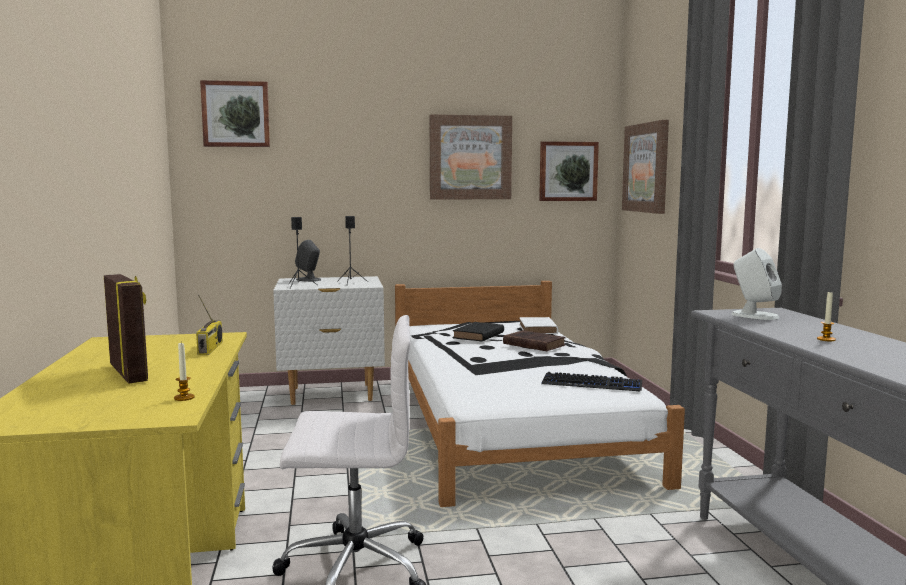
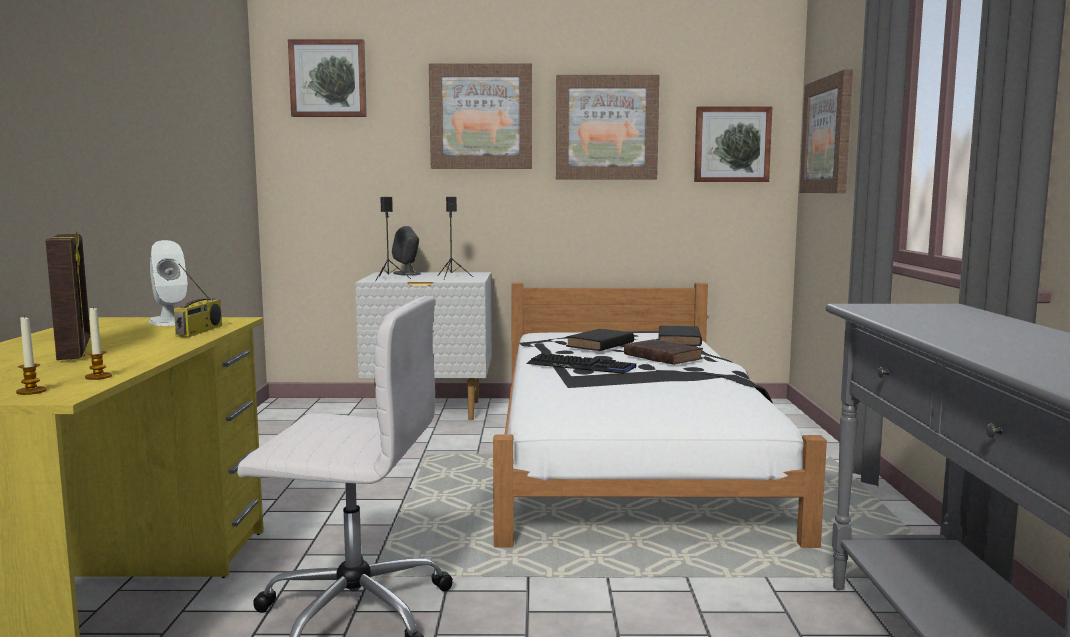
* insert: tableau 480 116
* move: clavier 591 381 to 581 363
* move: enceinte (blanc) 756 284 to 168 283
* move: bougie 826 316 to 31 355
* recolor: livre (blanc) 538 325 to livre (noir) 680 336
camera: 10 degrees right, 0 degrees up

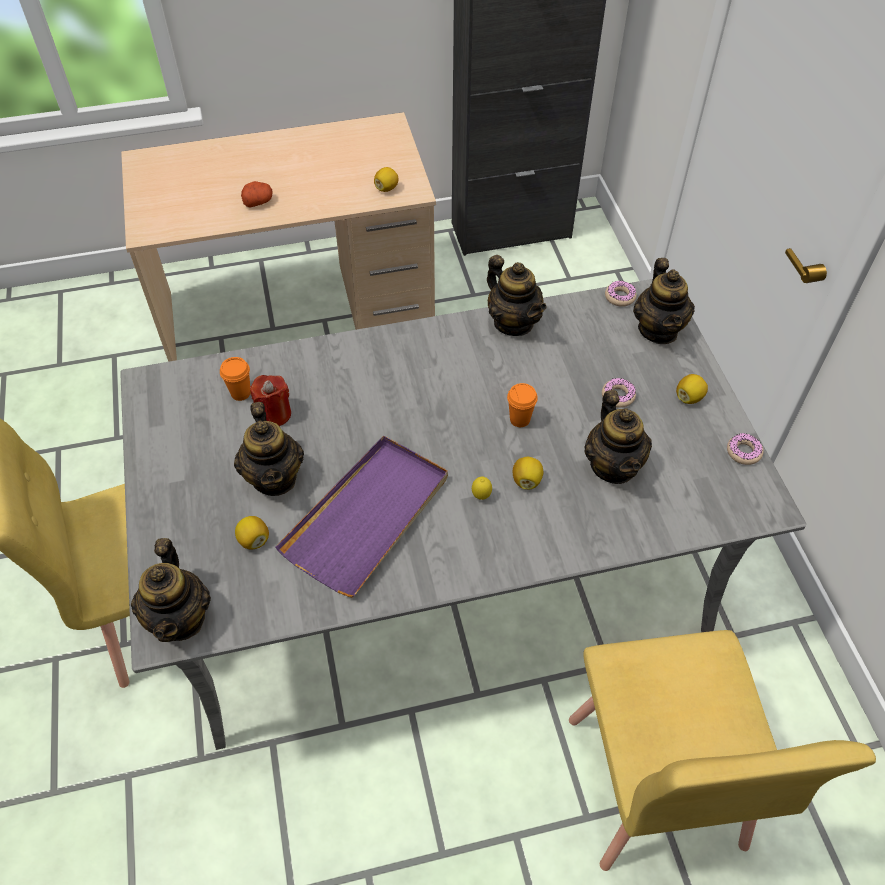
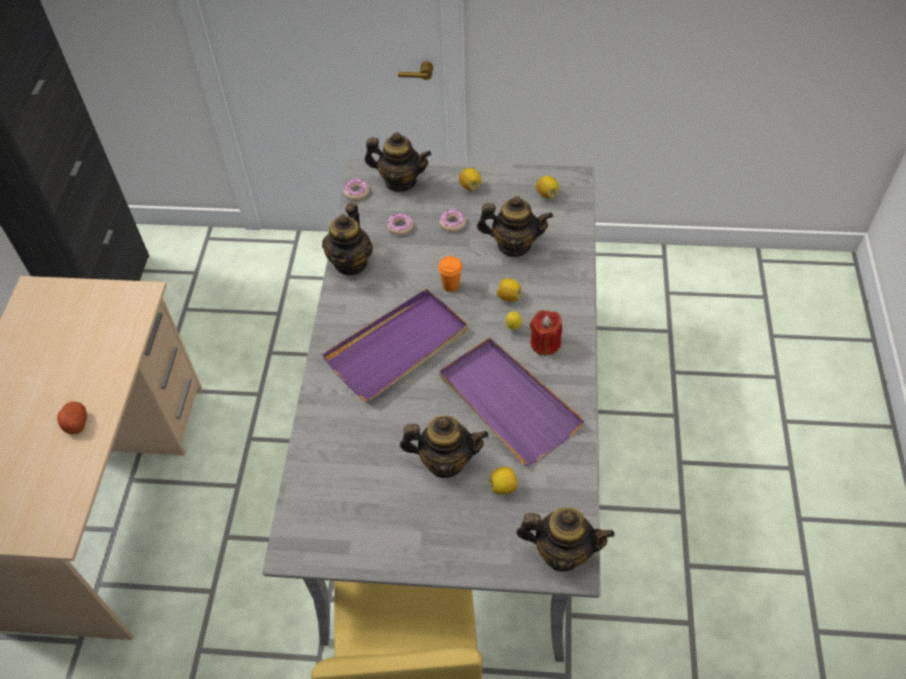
* delete: tasse (orange) 235 379
* delete: chaise (jaune) 722 750
* insert: plateau (violet) 395 345
* move: bougie (rouge) 270 400 to 546 332
* move: citron 386 179 to 547 187
* move: beignet 745 449 to 400 224
* rotate: théière 517 295 = 347 239 120 degrees clockwise
camera: 70 degrees left, 0 degrees up

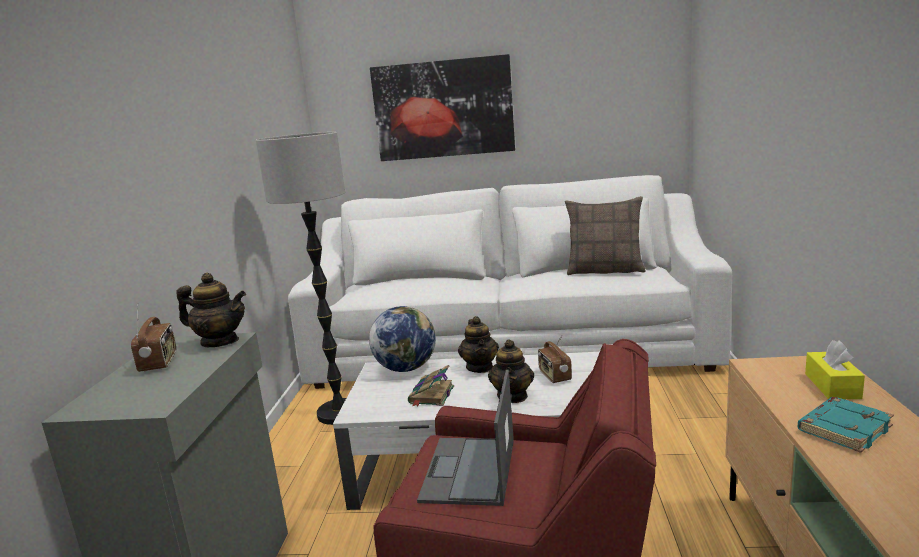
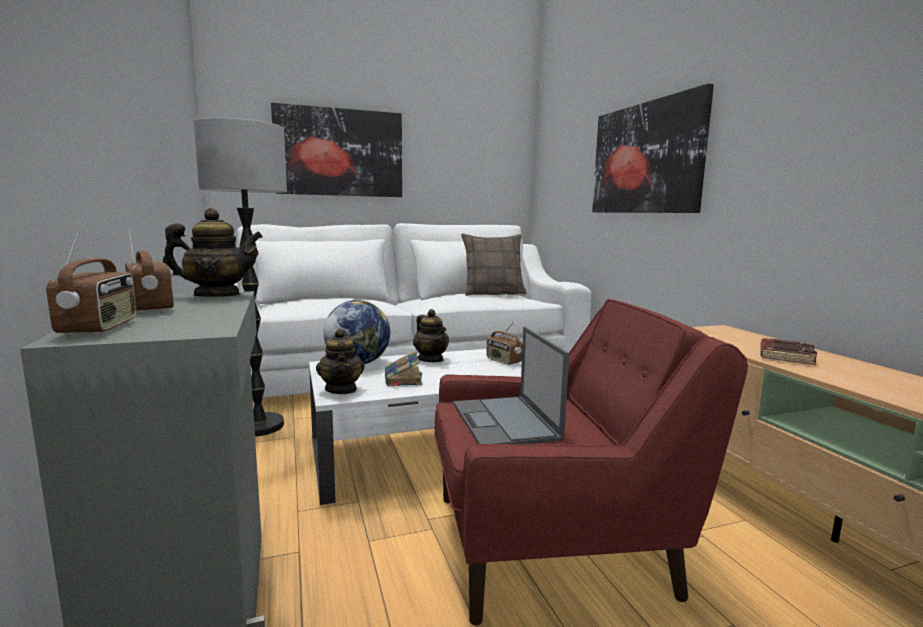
* delete: boîte à mouchoirs (jaune) 835 369
* insert: radio 91 282
* insert: tableau 653 148
* move: théière 511 371 to 340 361
* recolor: livre (turquoise) 846 425 to livre (marron) 789 351
camera: 25 degrees left, 5 degrees down

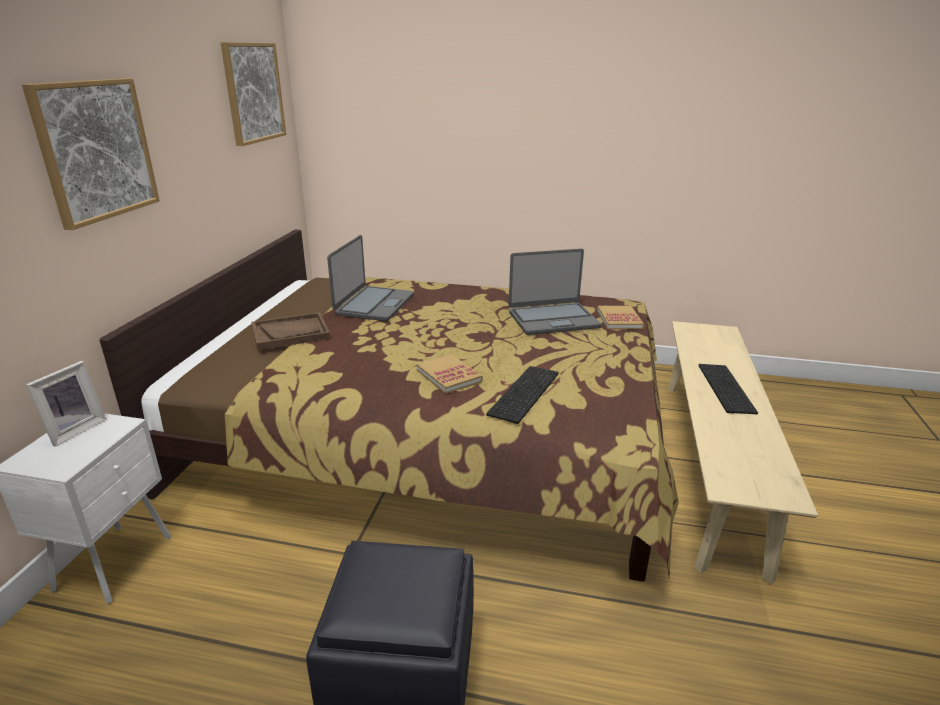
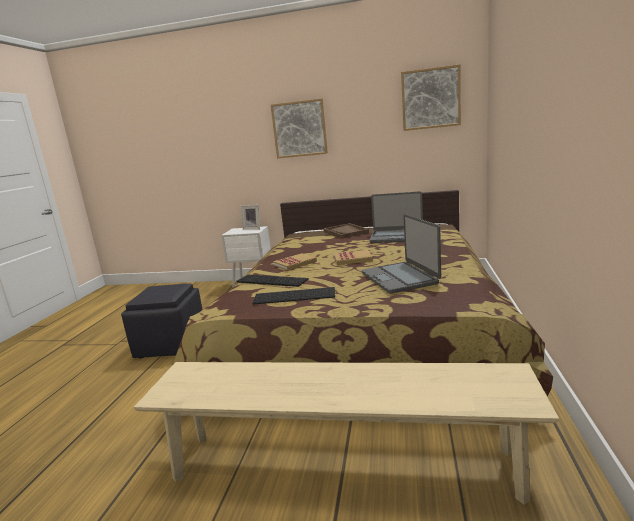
* move: livre 620 318 to 353 257
* move: clavier 728 389 to 294 296
camera: 90 degrees right, 10 degrees down

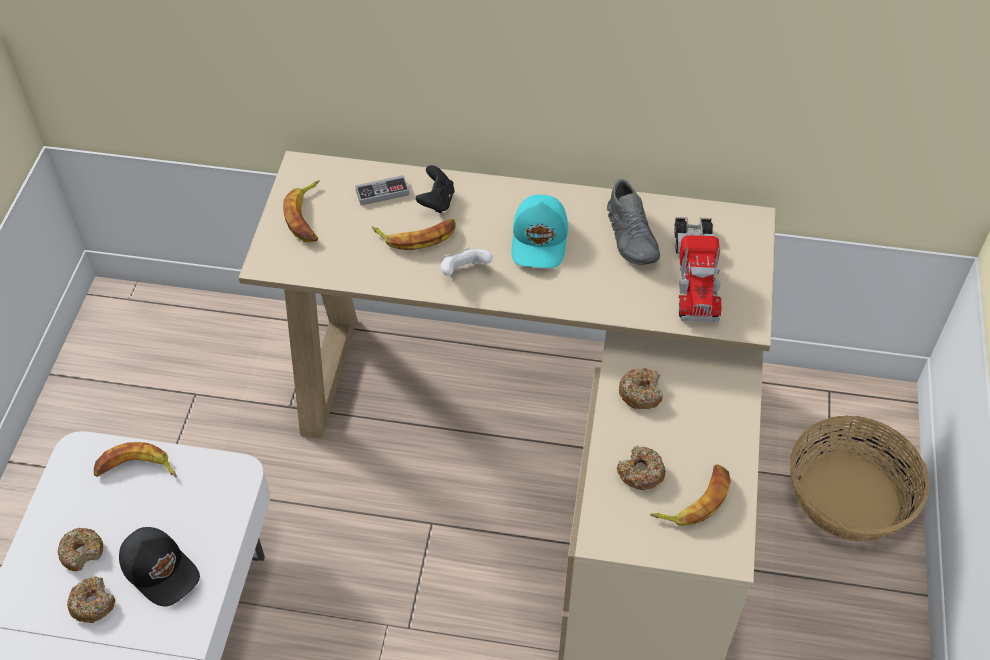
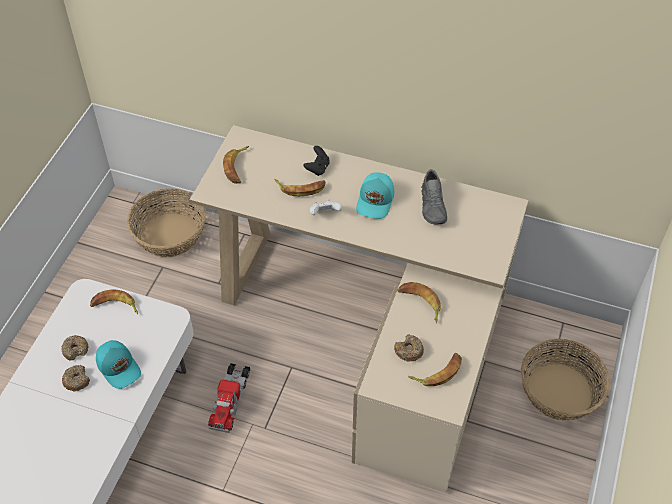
* delete: manette 382 190
* insert: panier 166 222
* move: camion jouet 697 269 to 229 398
* replace: beignet 641 388 to banane 419 302
* recolor: casquette (noir) 159 566 to casquette (turquoise) 118 364
camera: 10 degrees right, 0 degrees up

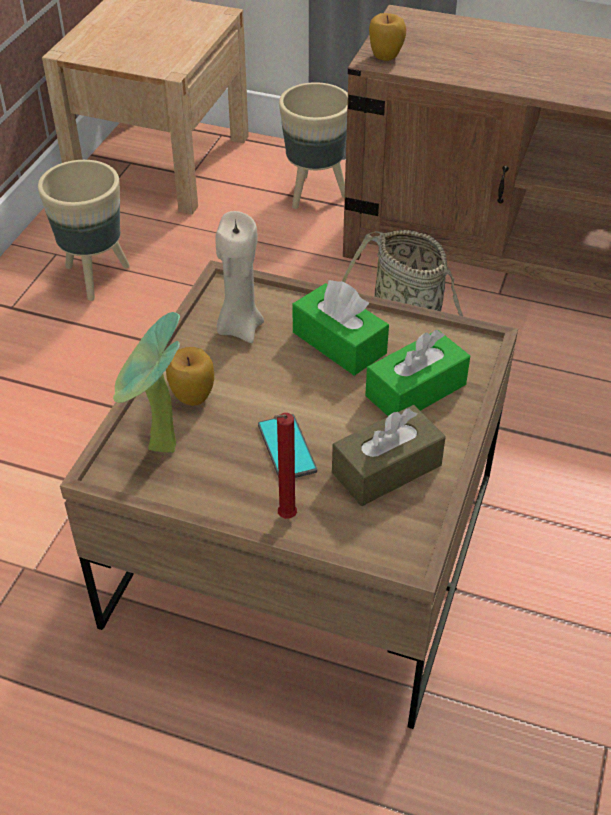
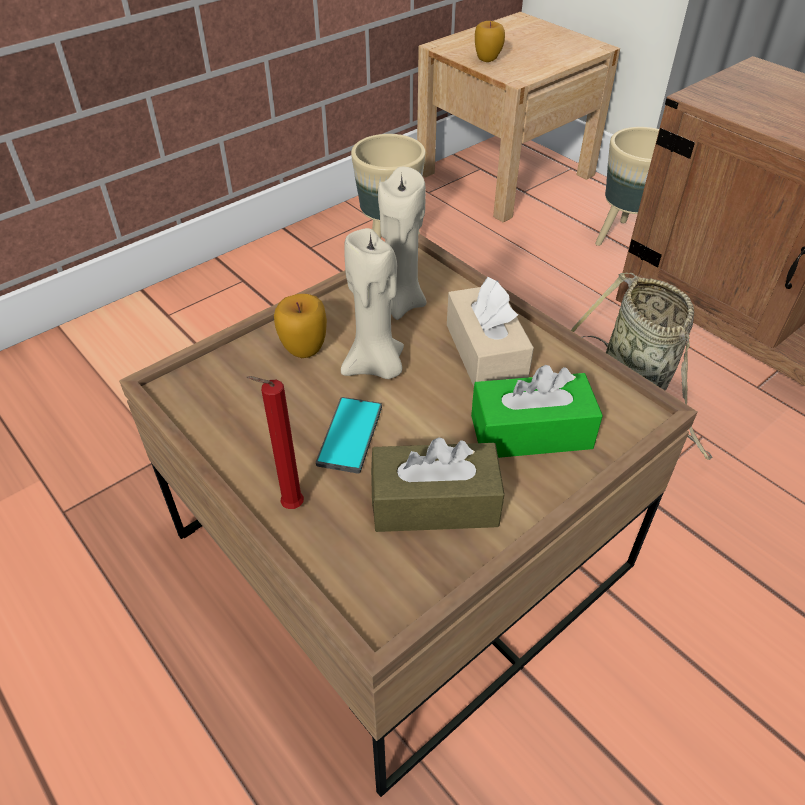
* delete: plante en pot 146 382
* insert: bougie (beige) 372 303
* move: pomme 387 37 to 490 41
* recolor: boîte à mouchoirs (vert) 340 328 to boîte à mouchoirs (beige) 490 331
camera: 30 degrees right, 0 degrees up

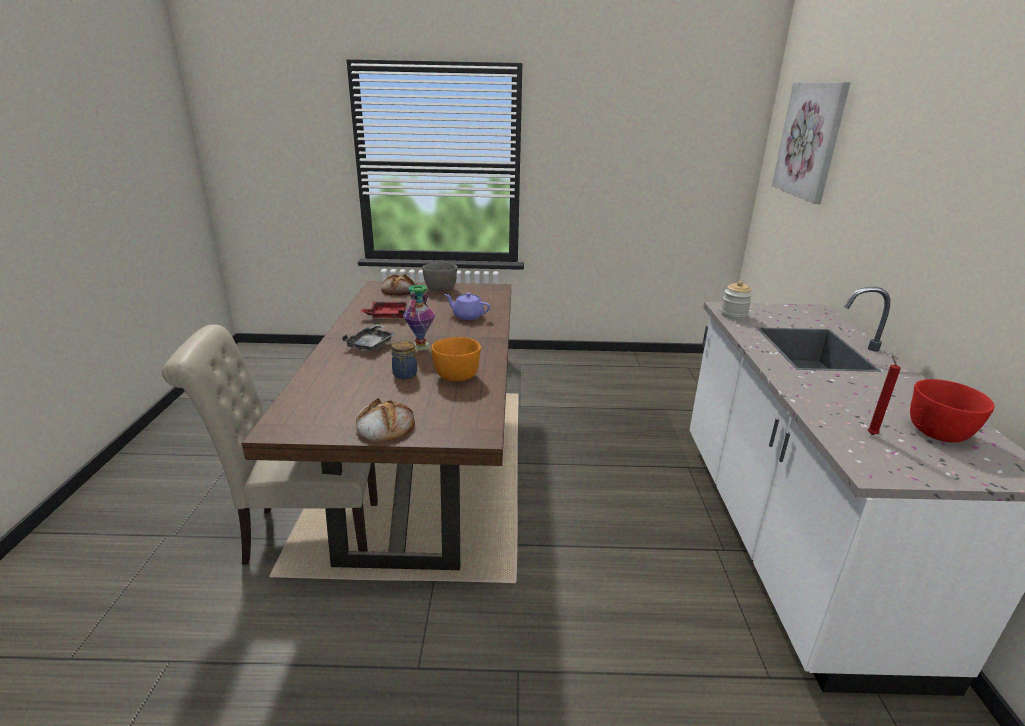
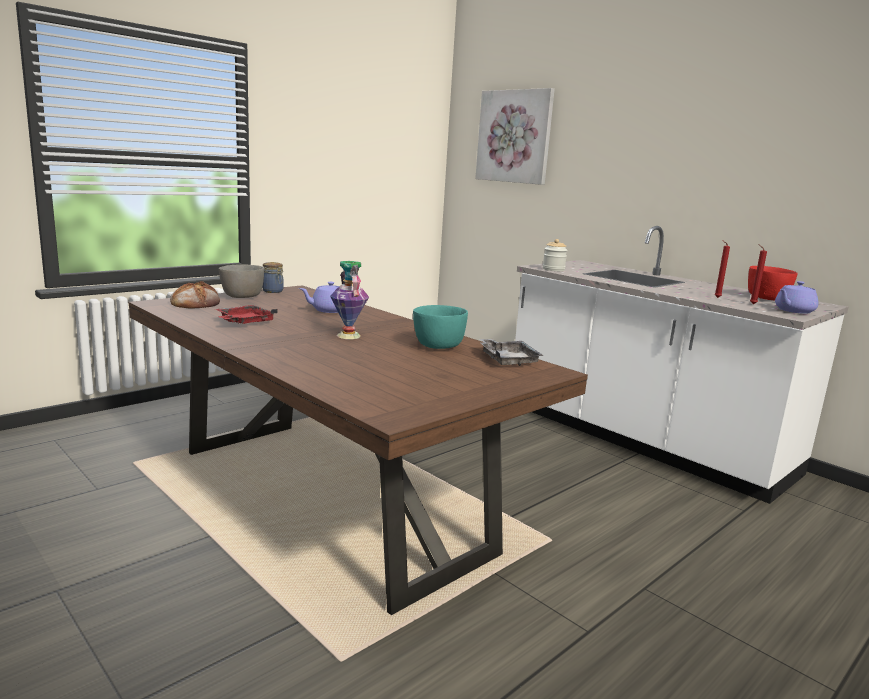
* delete: chaise (beige) 270 444
* delete: pain 385 419
* insert: bougie (rouge) 722 269
* insert: théière (violet) 797 297
* move: plateau (gris) 369 337 to 511 352
* move: bocal 404 360 to 273 277
* recolor: bol (orange) 456 359 to bol (turquoise) 440 327
camera: 45 degrees left, 10 degrees down

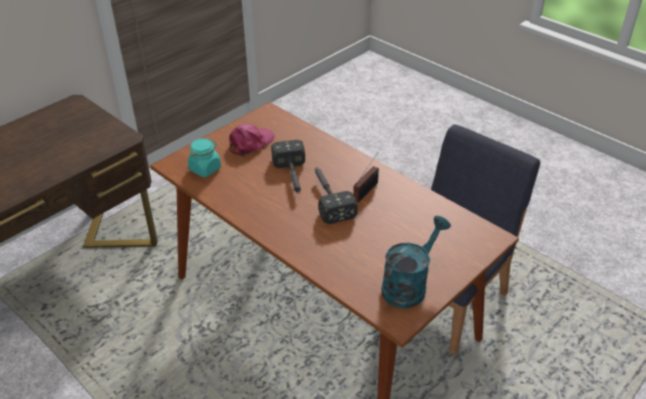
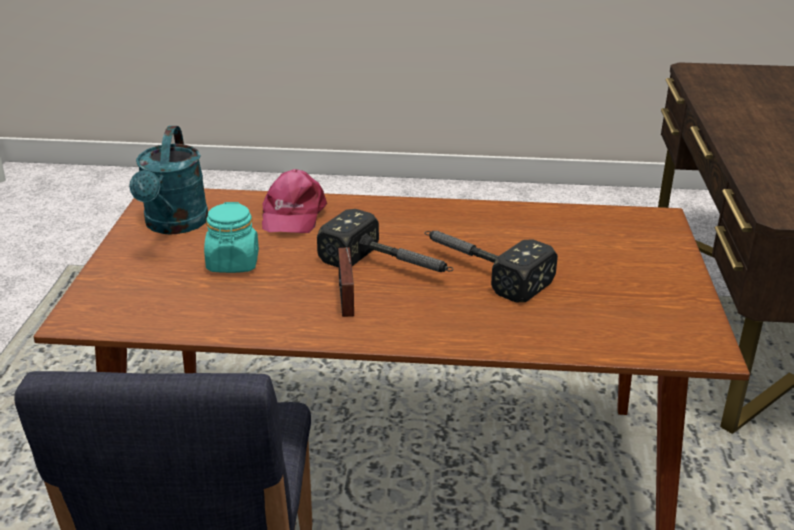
* move: bocal (turquoise) 204 157 to 231 237
* move: casquette (rose) 252 140 to 294 201
camera: 140 degrees right, 10 degrees down

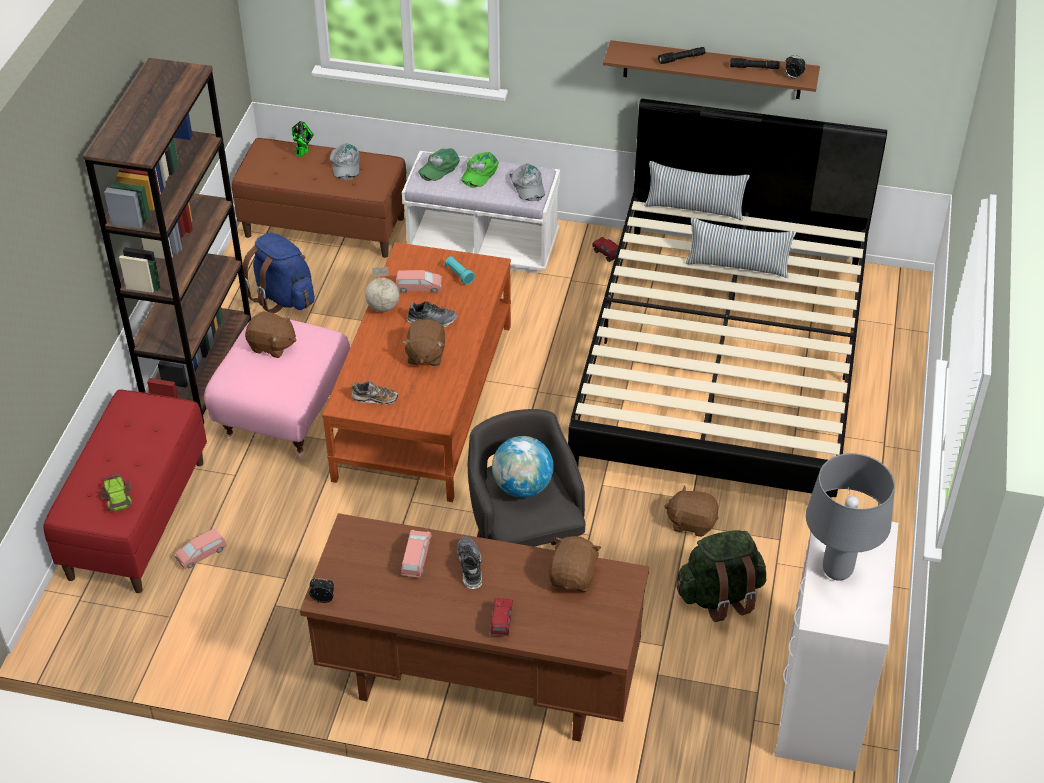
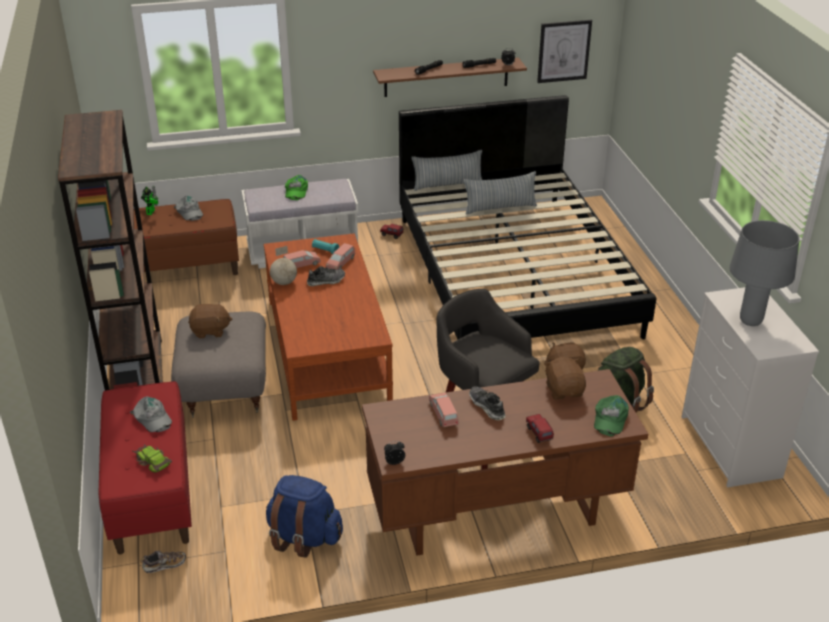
* delete: peluche (marron) 423 342
* delete: globe 523 467
* insert: tableau 564 51
* move: petite voiture (rose) 200 549 to 340 256
* move: sac à dos (bleu) 279 273 to 304 516
* move: chaussure 374 393 to 163 561
* move: casquette (vert) 439 164 to 611 415
* move: casquette (gris) 527 182 to 151 414
* recolor: pouf (rose) 277 389 to pouf (gris) 218 365
camera: 25 degrees left, 10 degrees down

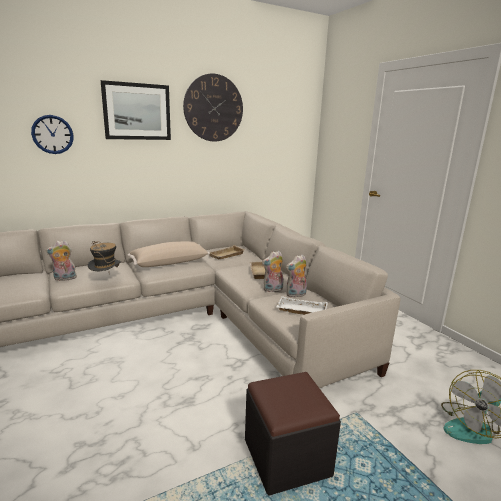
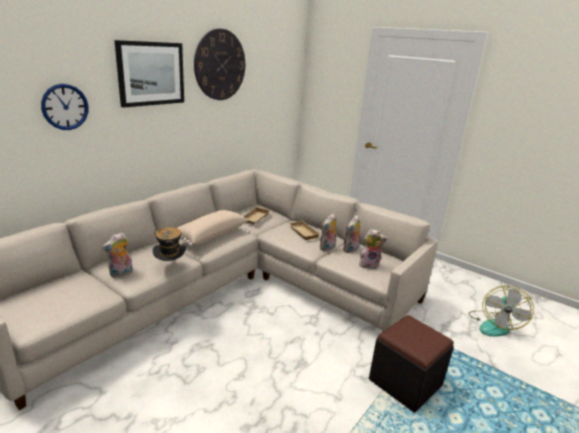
* replace: plateau (blanc) 302 305 to peluche 373 249
camera: 25 degrees left, 5 degrees up

